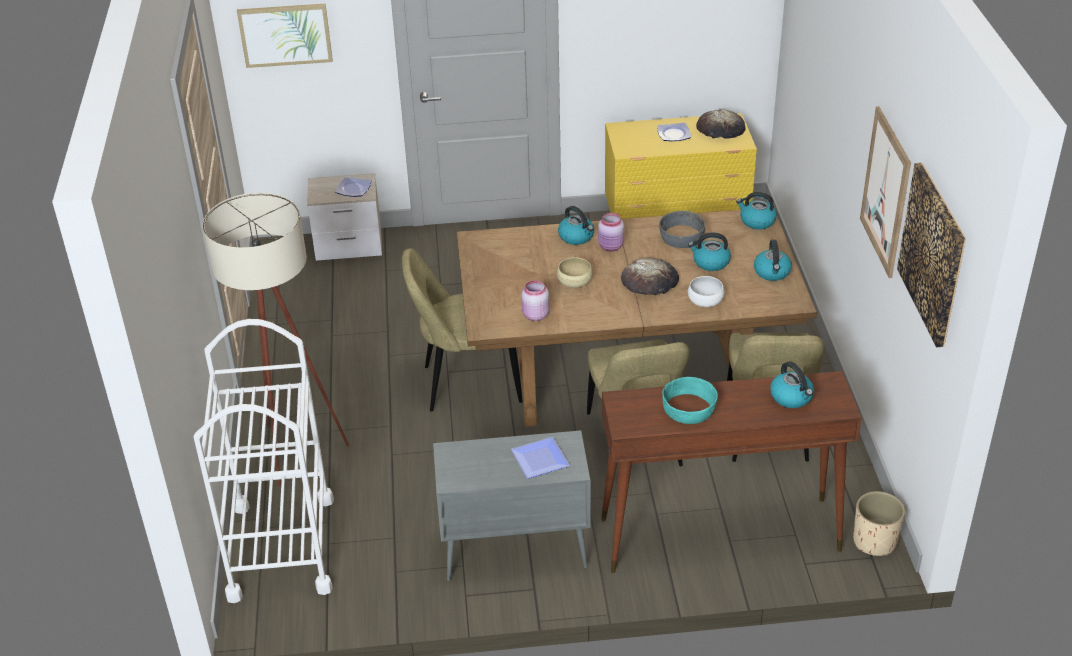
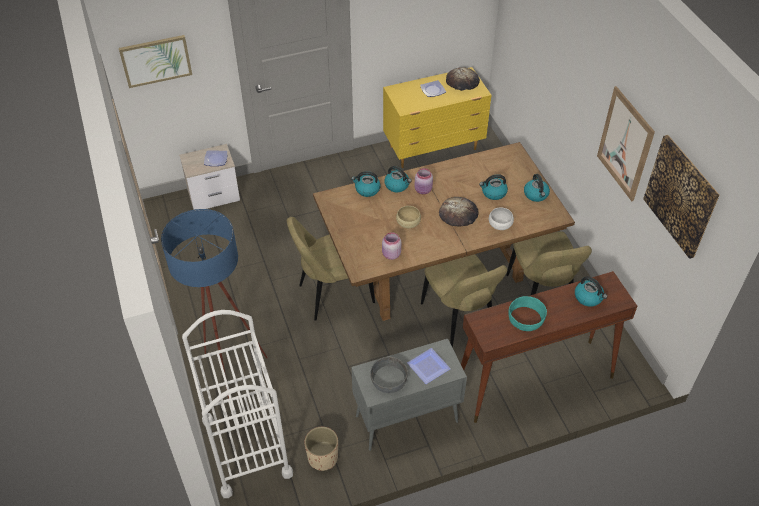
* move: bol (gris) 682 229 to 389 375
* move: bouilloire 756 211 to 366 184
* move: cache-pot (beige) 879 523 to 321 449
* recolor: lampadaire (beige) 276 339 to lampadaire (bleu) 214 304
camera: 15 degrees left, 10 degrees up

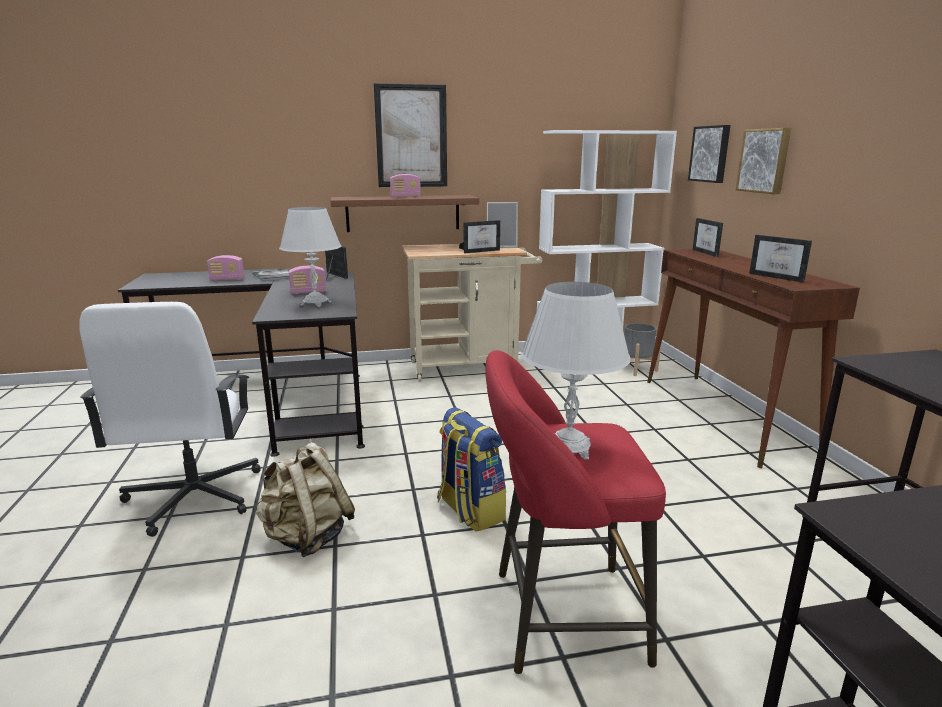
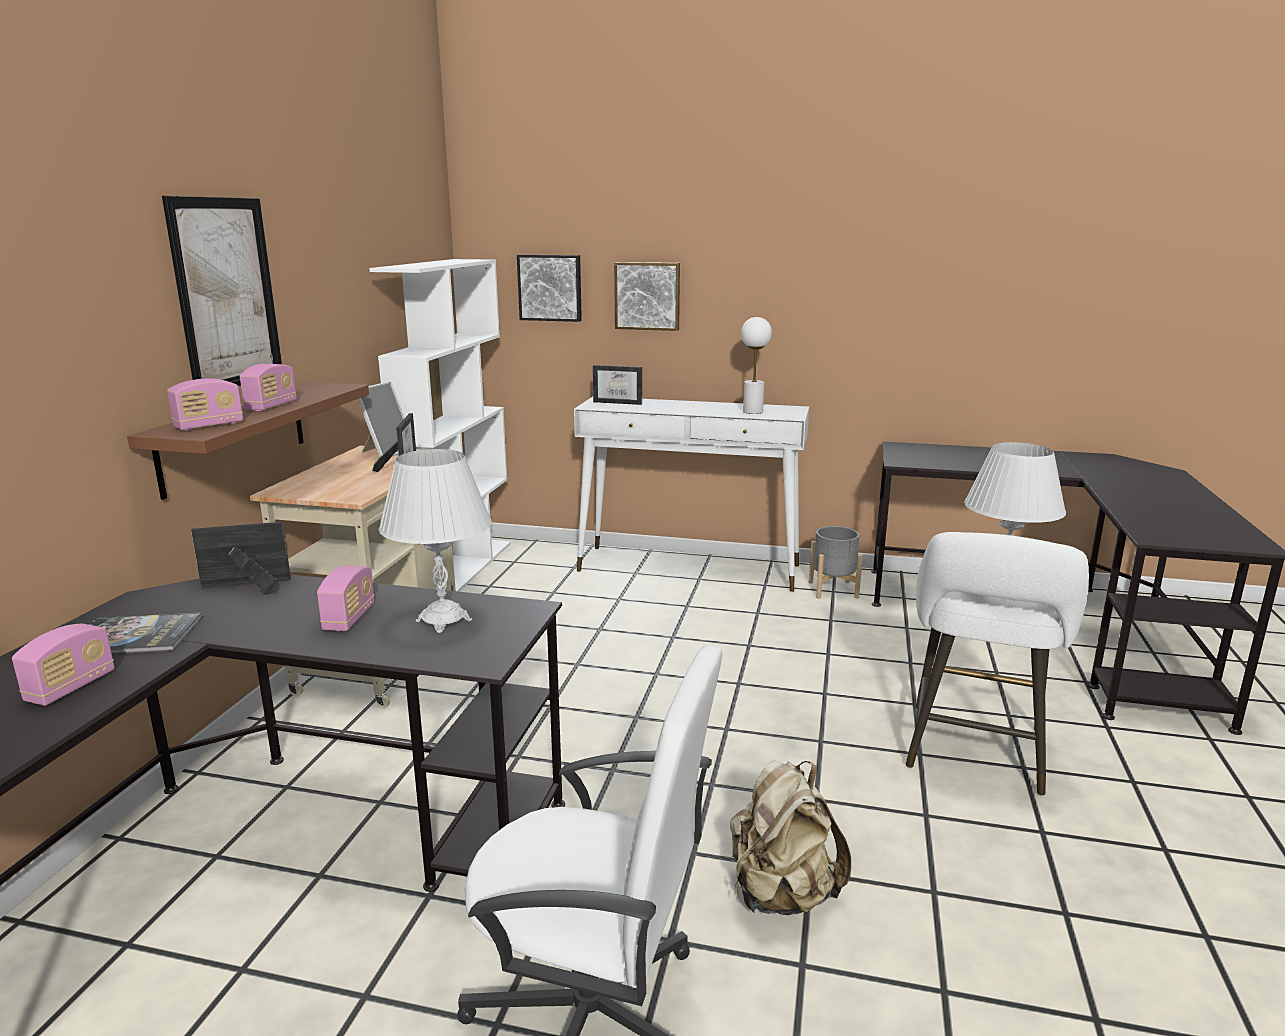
* delete: sac à dos 471 469
* insert: radio 205 404
* move: cache-pot (gris) 642 349 to 836 562
* replace: cadre photo 780 258 to lampe de table (blanc) 756 365
* recolor: tabouret (rouge) 575 512 to tabouret (blanc) 997 664
* recolor: table console (marron) 753 358 to table console (blanc) 691 494
camera: 65 degrees left, 0 degrees up

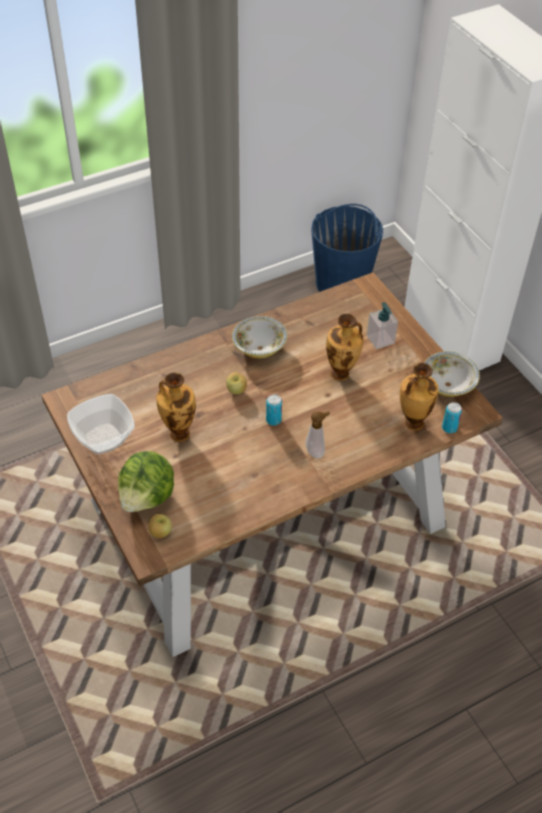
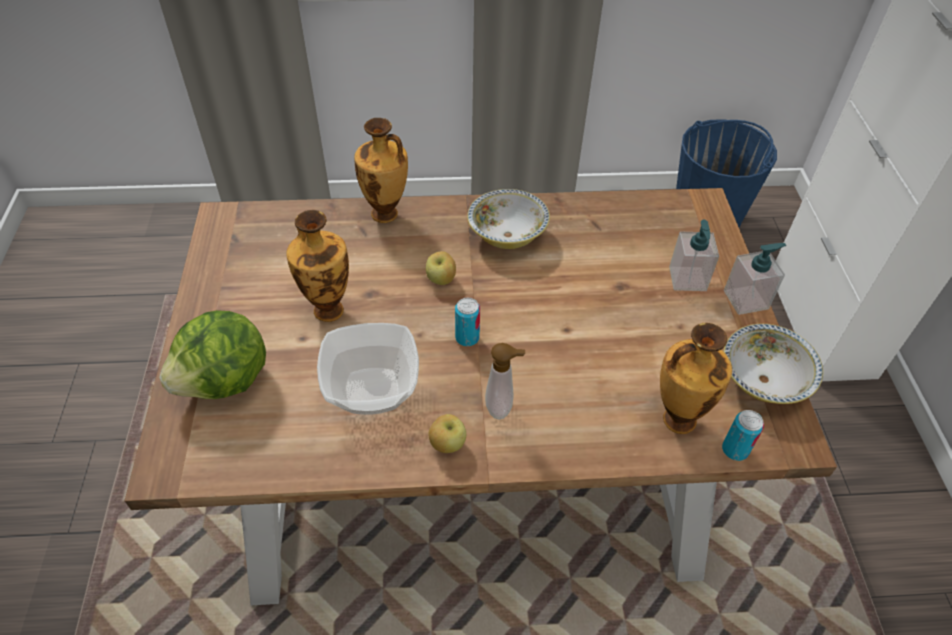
* insert: distributeur de savon 755 279
* move: bol 101 424 to 368 369
* move: pomme 160 526 to 447 433
* move: vase 345 347 to 381 170
camera: 25 degrees right, 0 degrees up

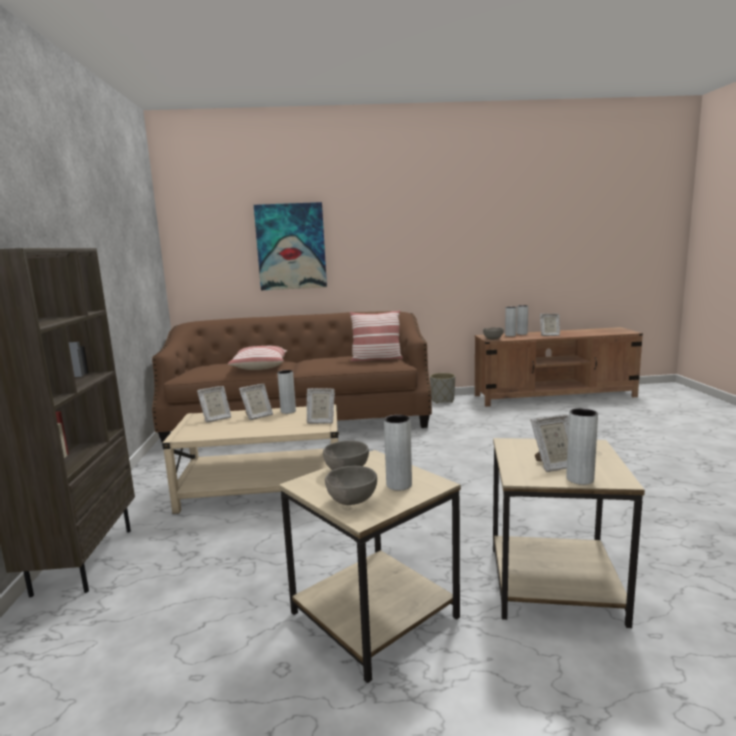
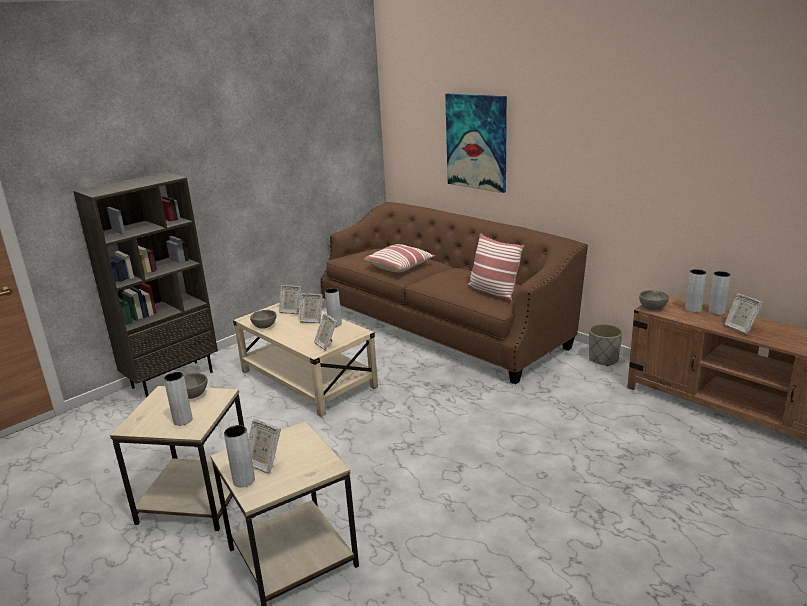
* move: bol (gris) 351 485 to 263 319
camera: 50 degrees right, 10 degrees up

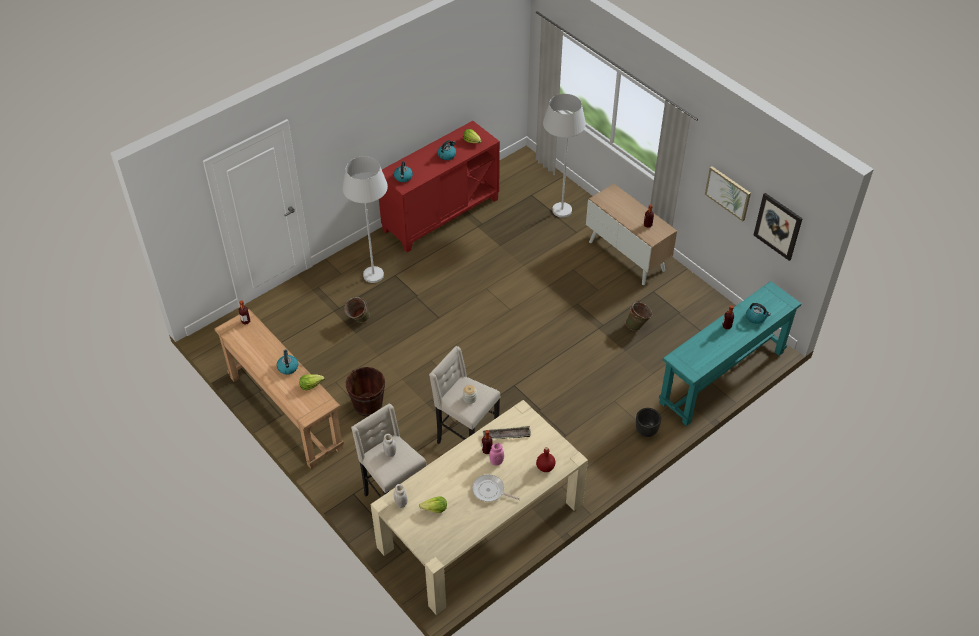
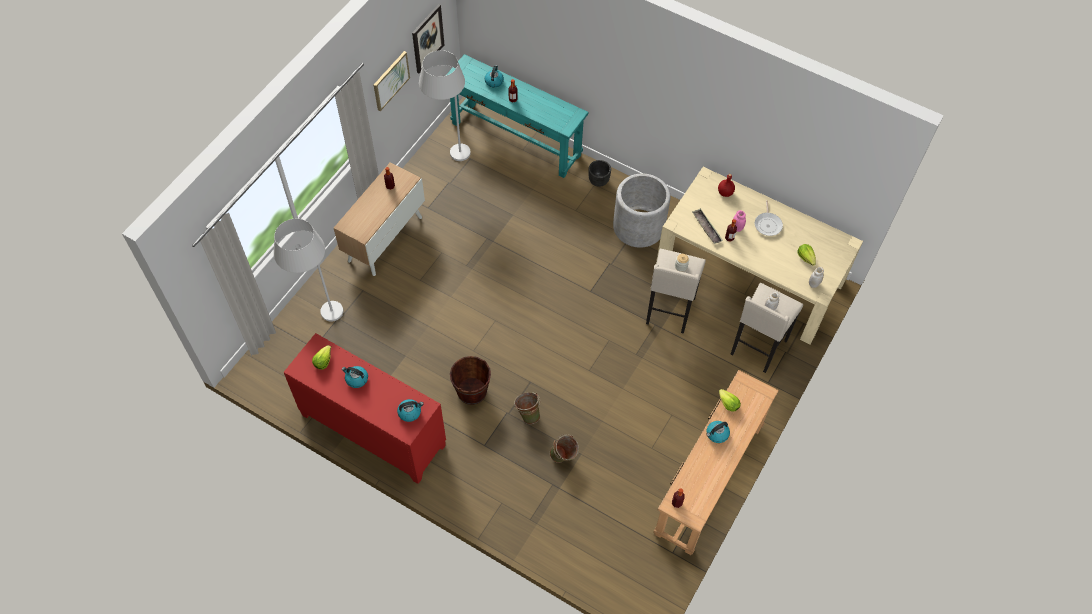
* insert: cache-pot (gris) 641 211
* move: lampadaire (blanc) 365 219 to 445 105
* move: seau (marron) 365 392 to 470 380
* move: seau (vert) 639 316 to 527 408
camera: 110 degrees left, 10 degrees up

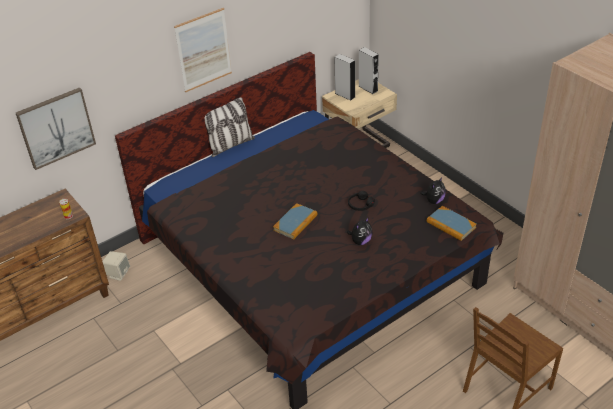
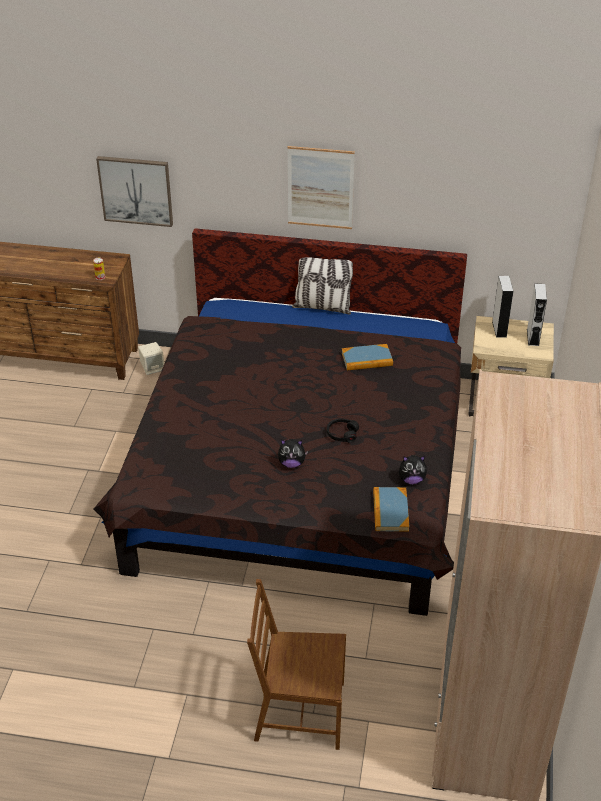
* move: livre 295 221 to 367 357
camera: 45 degrees right, 0 degrees up

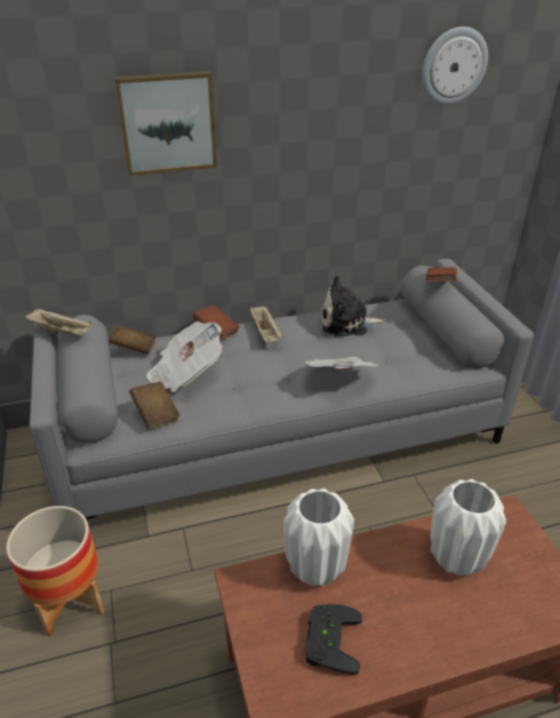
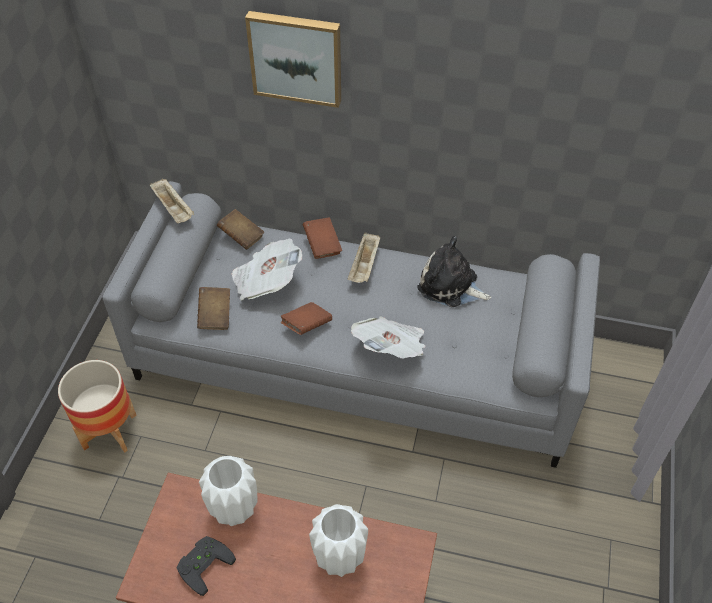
* delete: horloge murale 455 66
* move: livre (marron) 441 274 to 306 318
camera: 30 degrees right, 15 degrees up

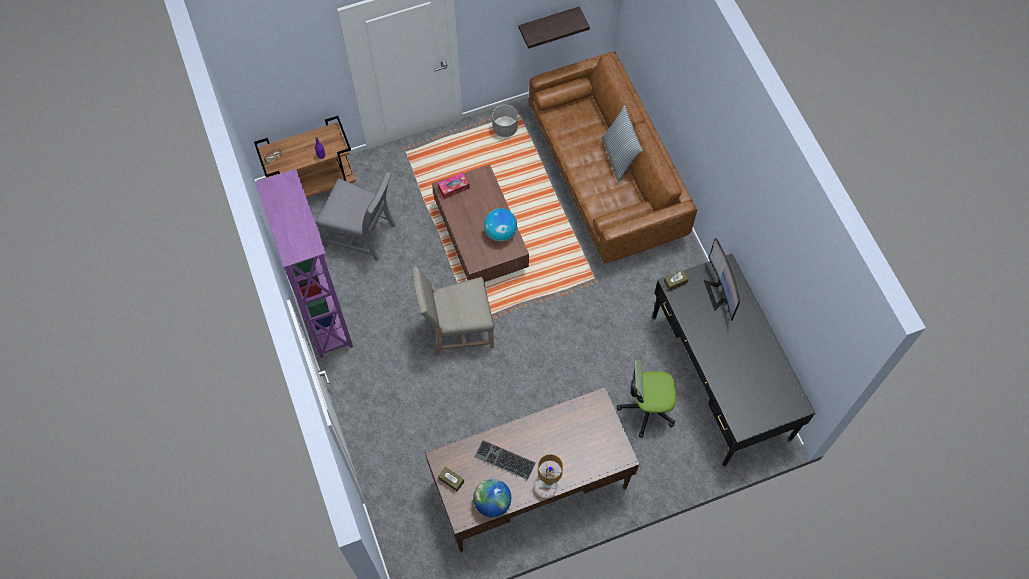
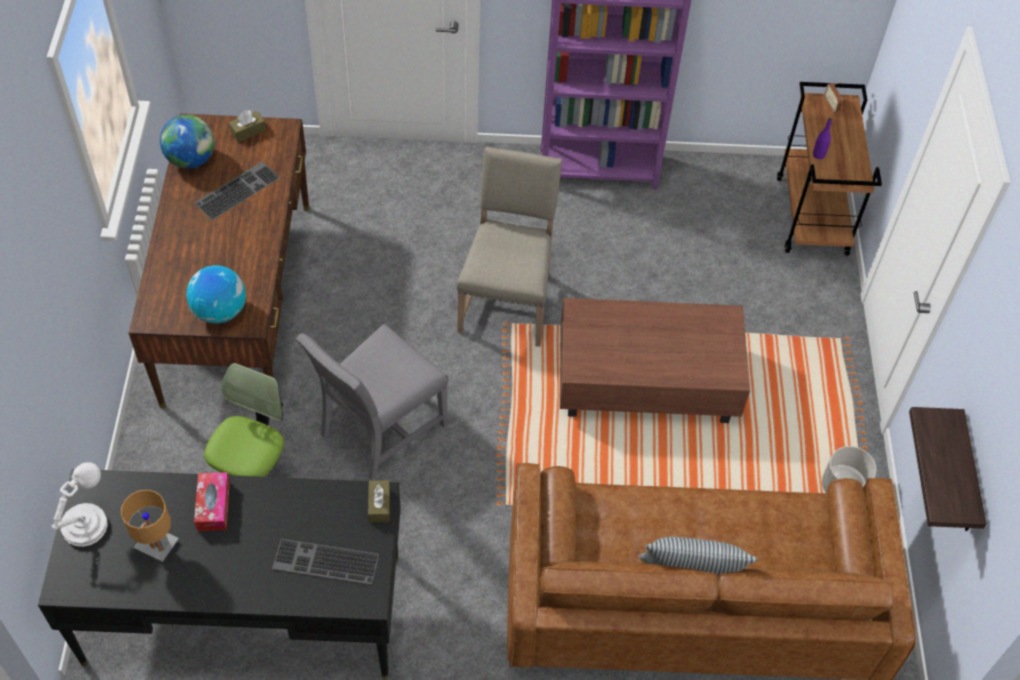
* insert: lampe de table (blanc) 80 505
* move: chaise (gris) 356 216 to 372 402
* move: boîte à mouchoirs 454 186 to 212 501
* move: globe 500 224 to 216 294
* move: lampe de table (marron) 550 471 to 150 526
* replace: écran d'ordinateur 722 279 to clavier 325 561
camera: 110 degrees right, 10 degrees down

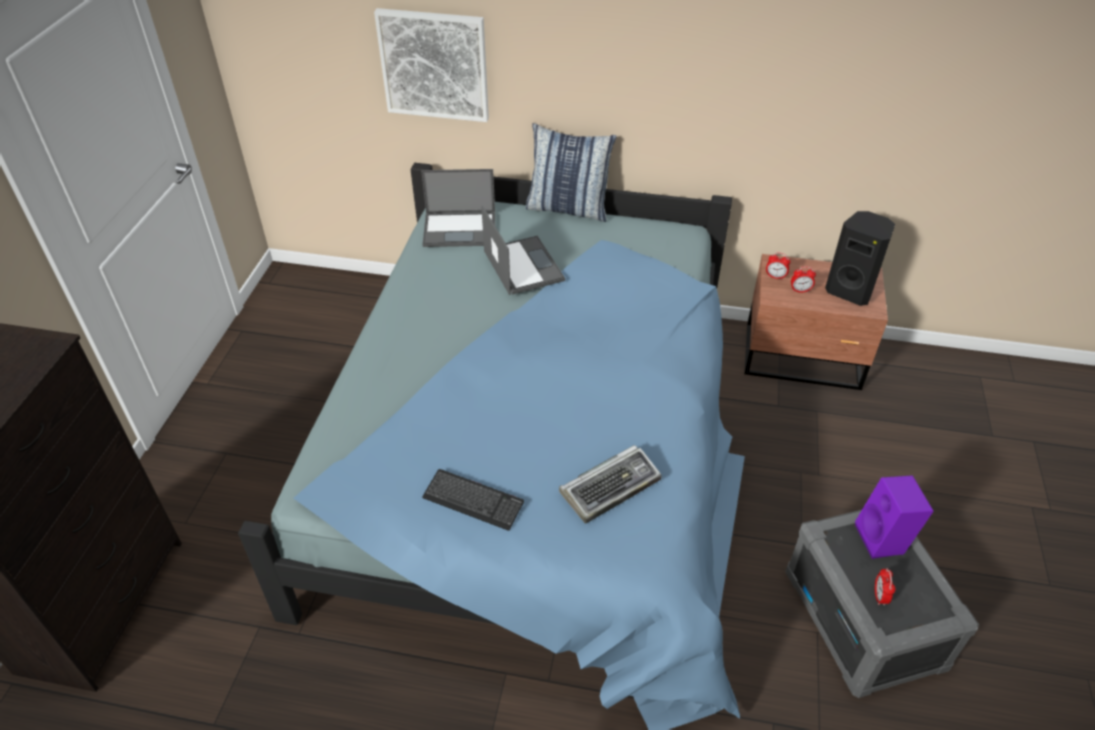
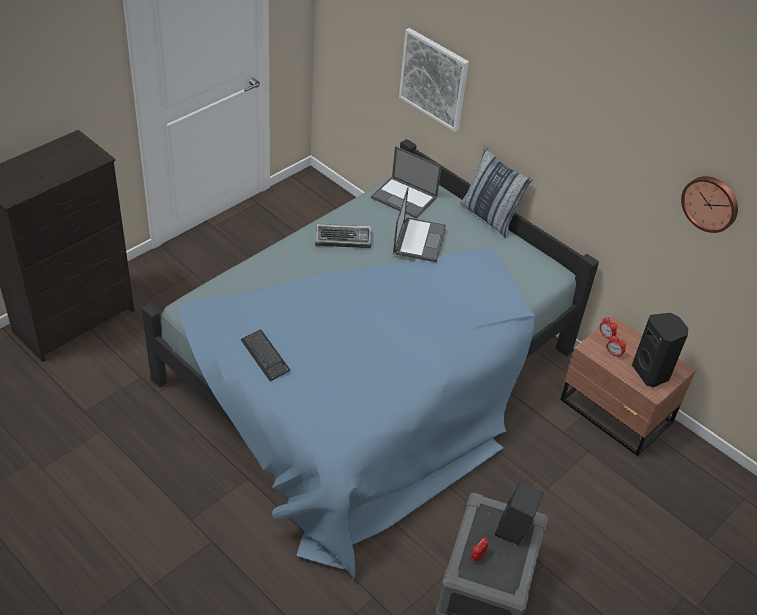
* insert: horloge murale 709 204
* move: clavier 610 484 to 343 236
* recolor: enceinte (violet) 894 517 to enceinte (noir) 519 513
camera: 30 degrees right, 0 degrees up

